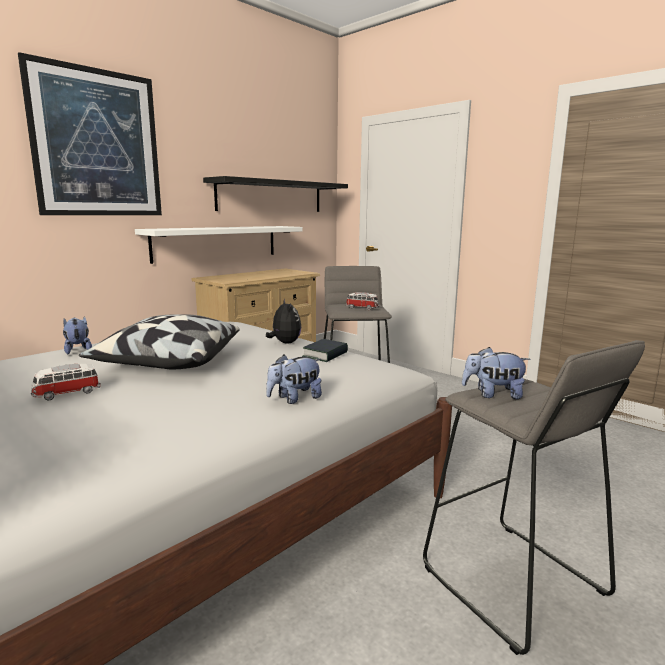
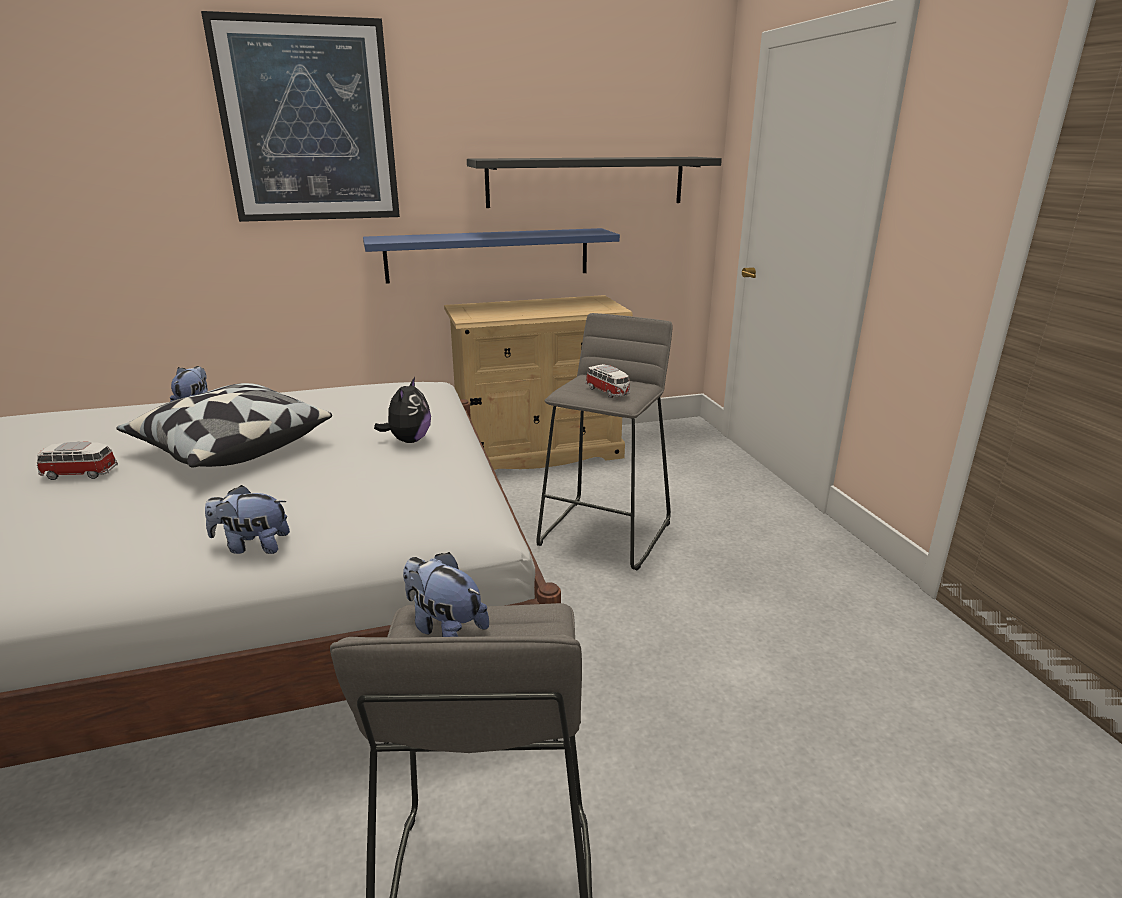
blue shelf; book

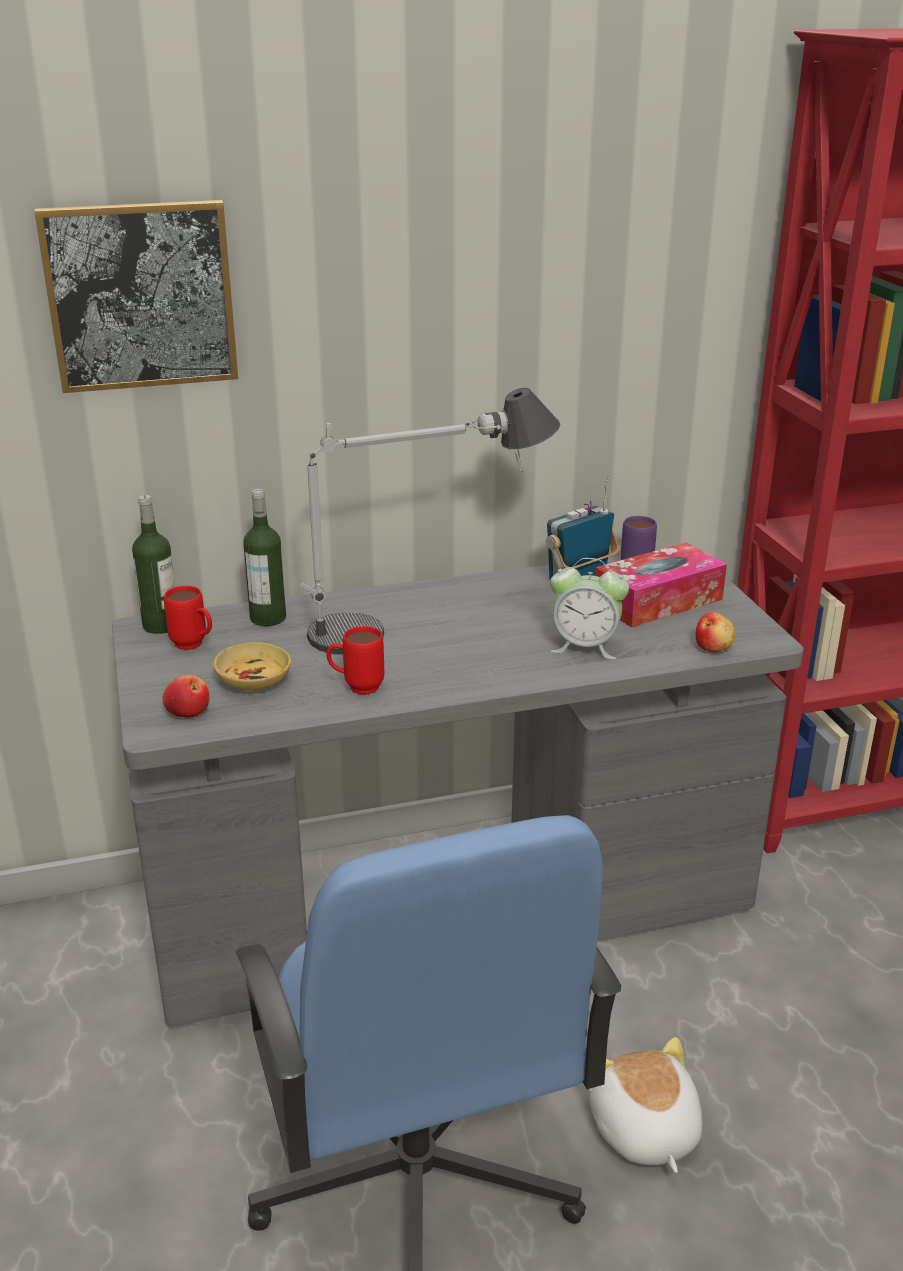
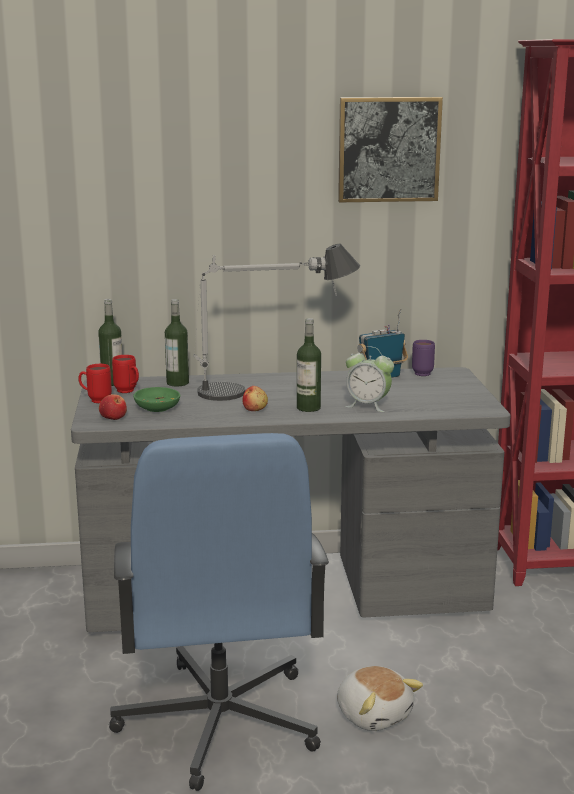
picture; green bowl; red mug (no. 1 from left); plush toy; tissue box; apple (no. 2 from left); bottle (no. 3 from left)

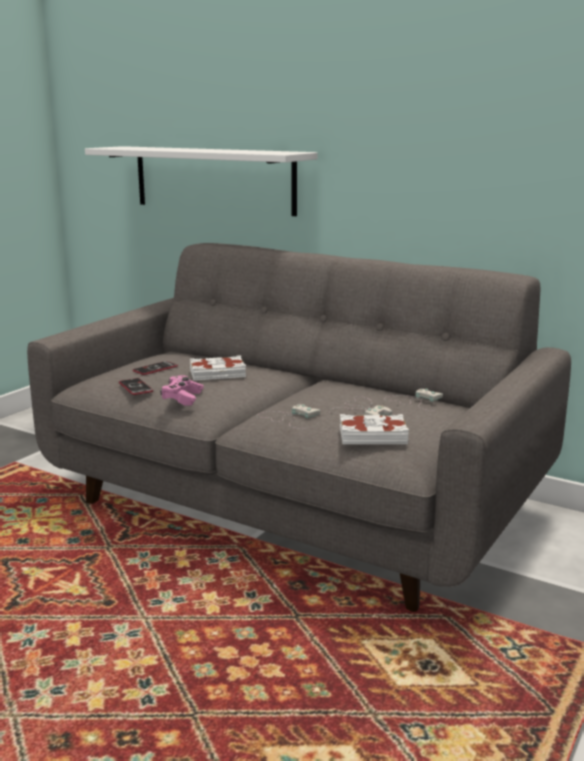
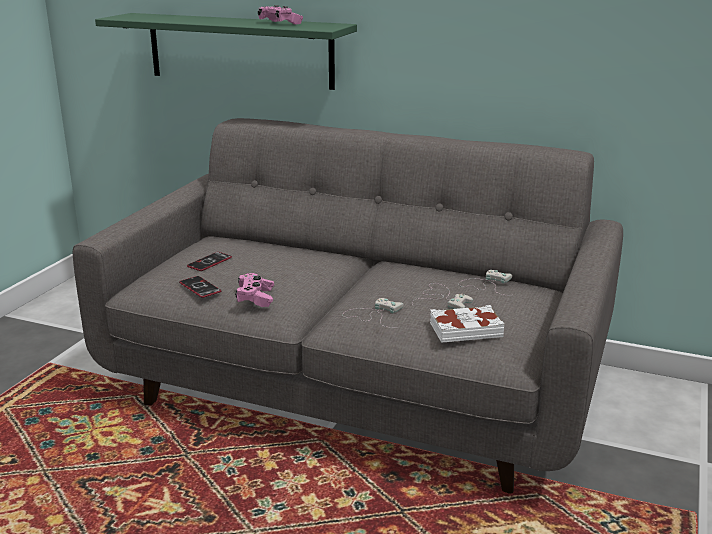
green shelf; white book (no. 1 from left in the first image); pink game controller (no. 2 from left)

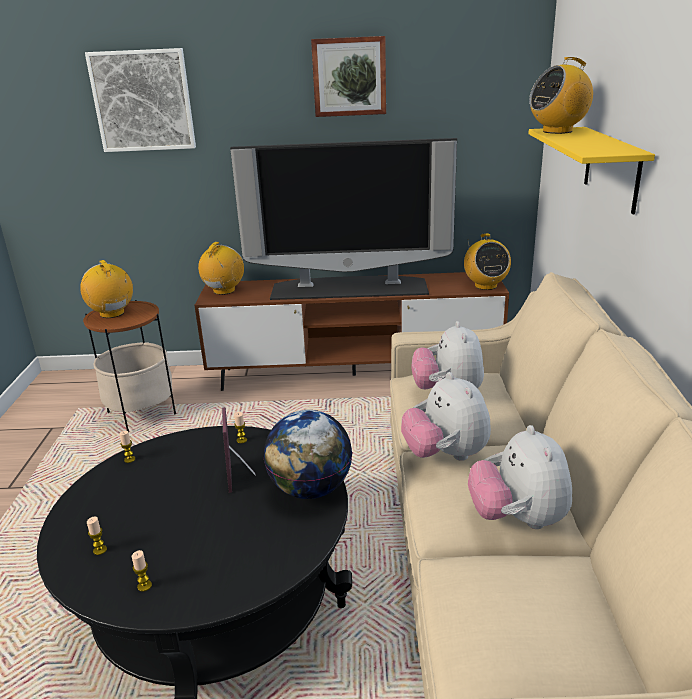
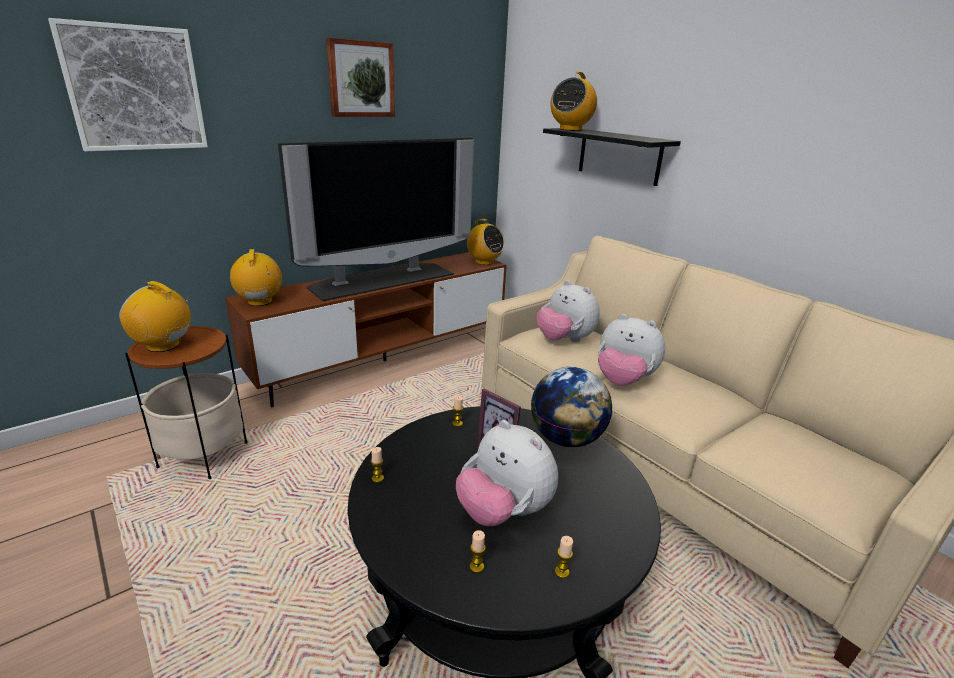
plush toy (no. 1 from left); black shelf

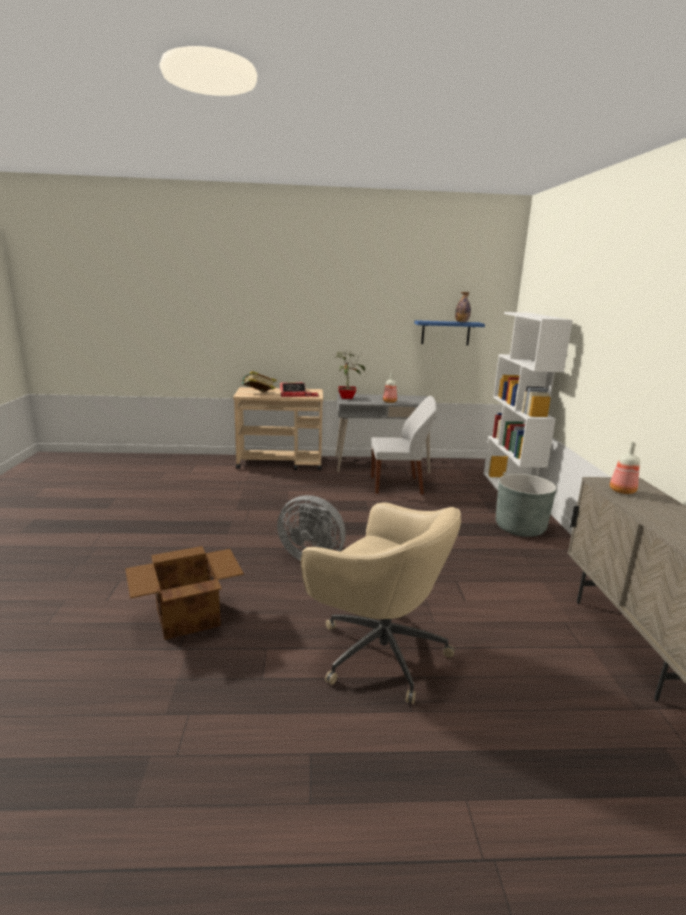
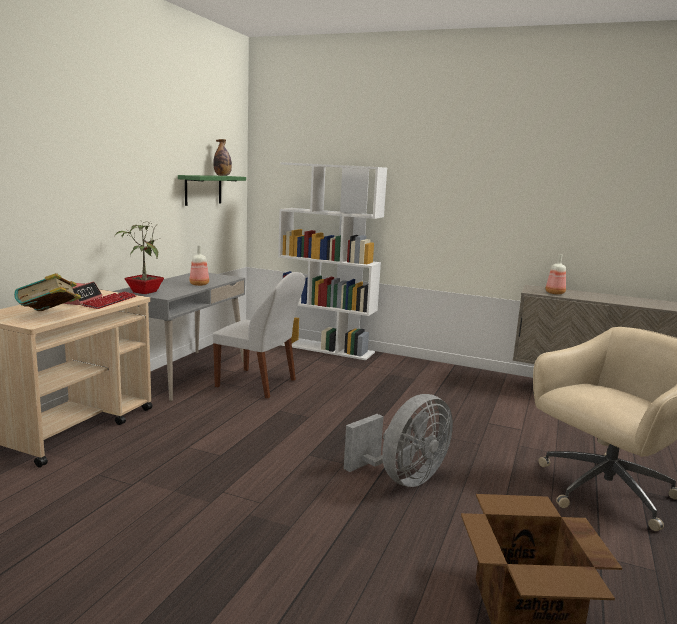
white chair; green shelf; grey planter

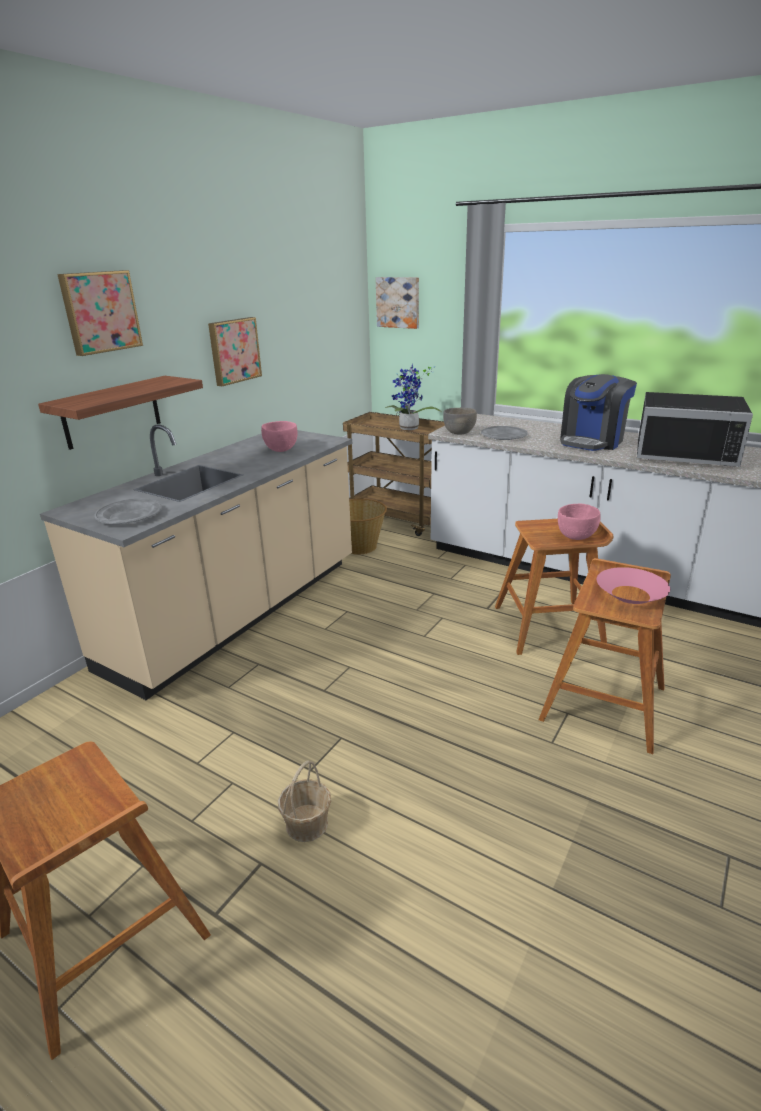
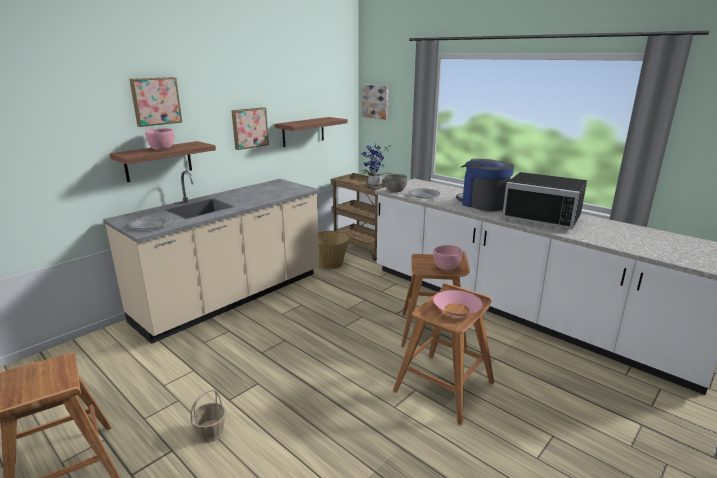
pink bowl (no. 1 from left); coffee machine; shelf (no. 2 from left)

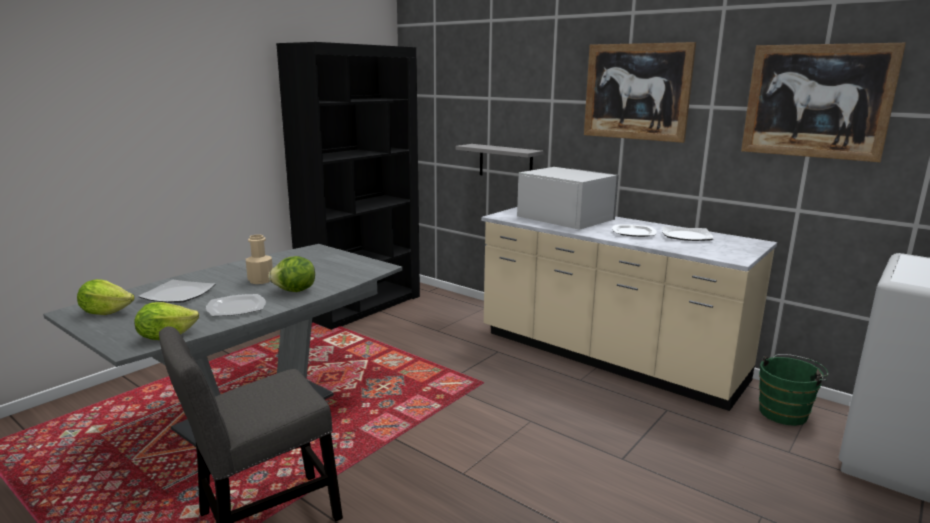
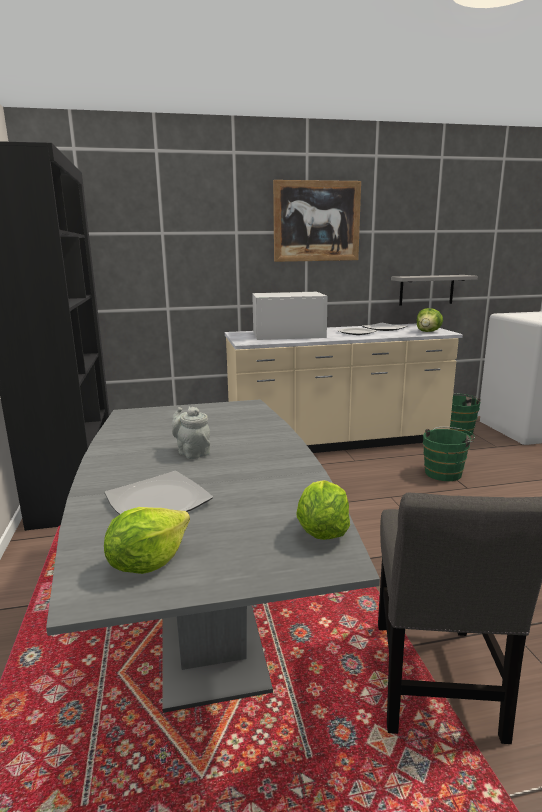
plate (no. 2 from left in the first image); grey teapot; lettuce (no. 3 from left); grey shelf; picture (no. 2 from left in the first image); green bucket (no. 1 from left)

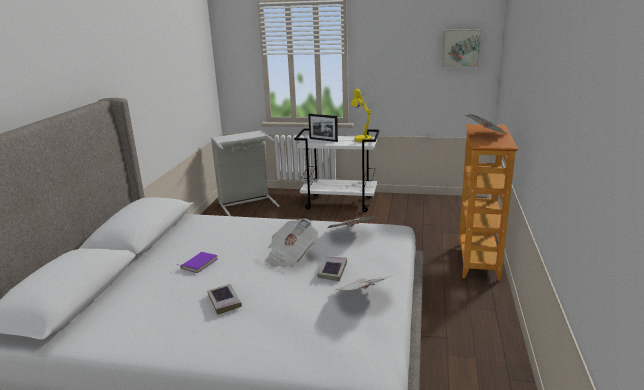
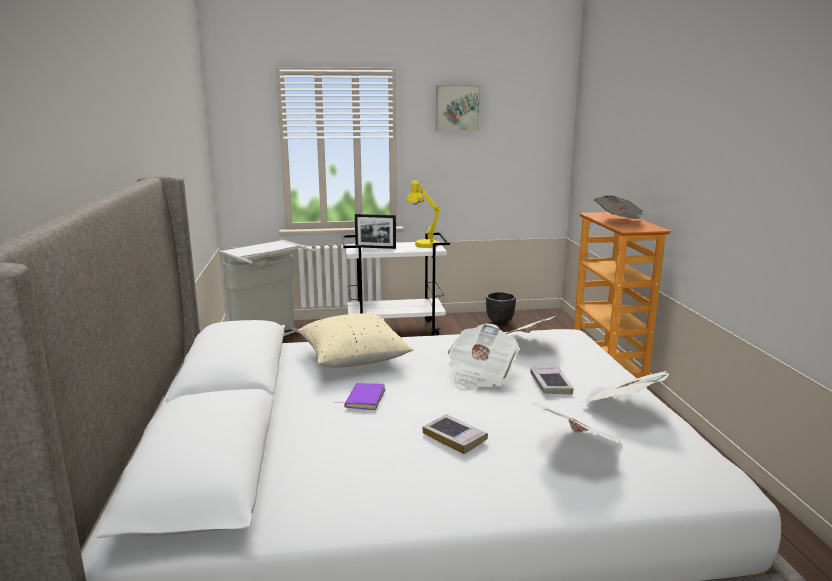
picture; beige pillow; black planter; newspaper (no. 3 from left)

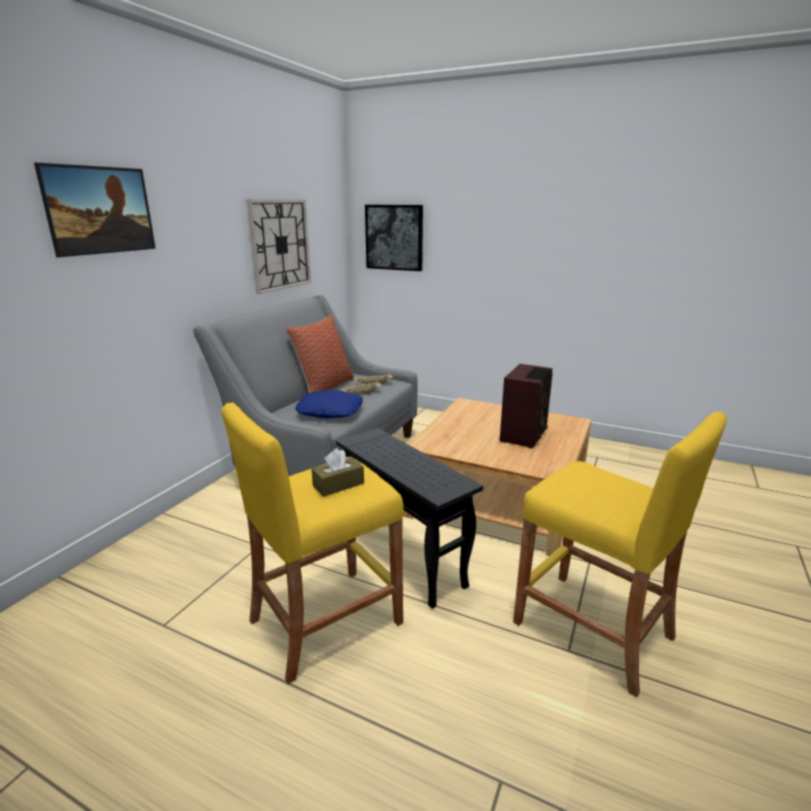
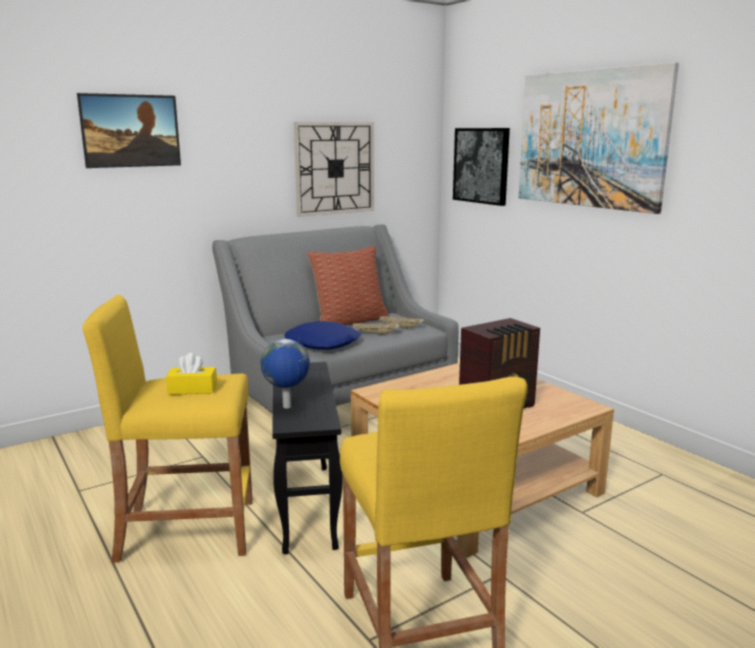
yellow tissue box; globe; picture (no. 3 from left)

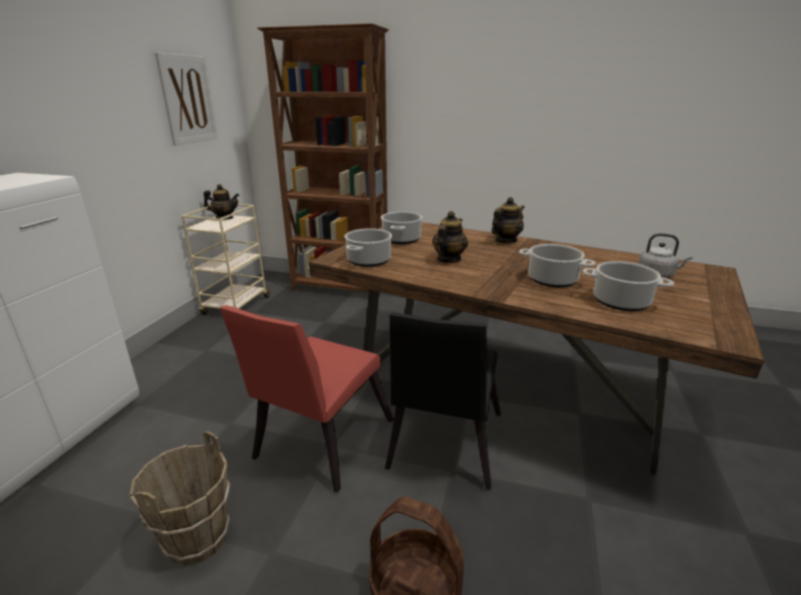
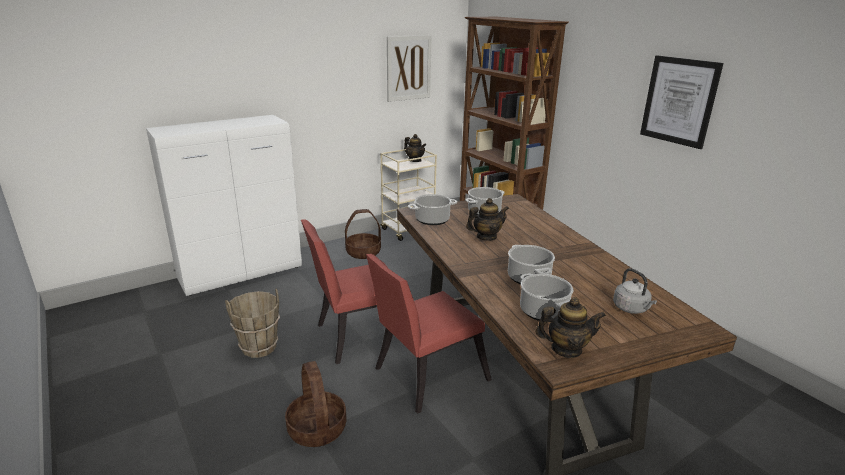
red chair (no. 2 from left); teapot (no. 3 from left); basket (no. 2 from left); picture (no. 2 from left)

